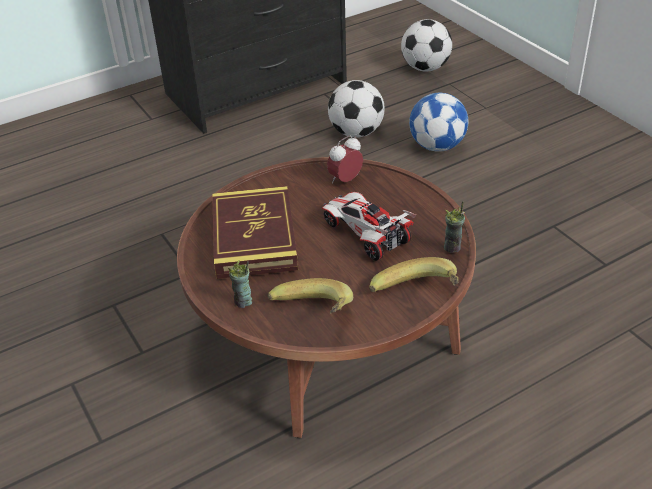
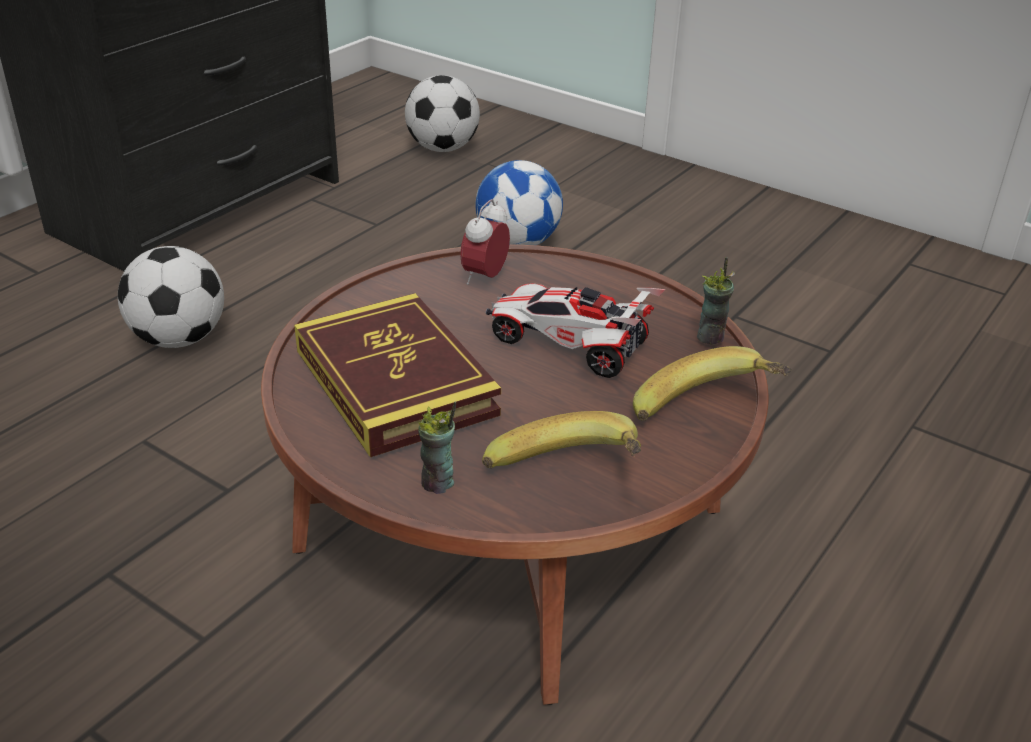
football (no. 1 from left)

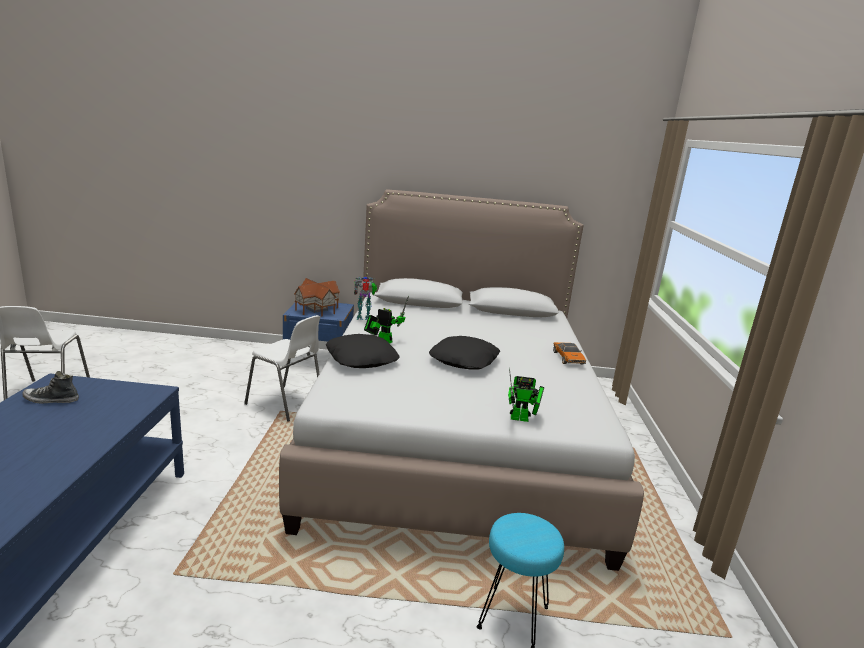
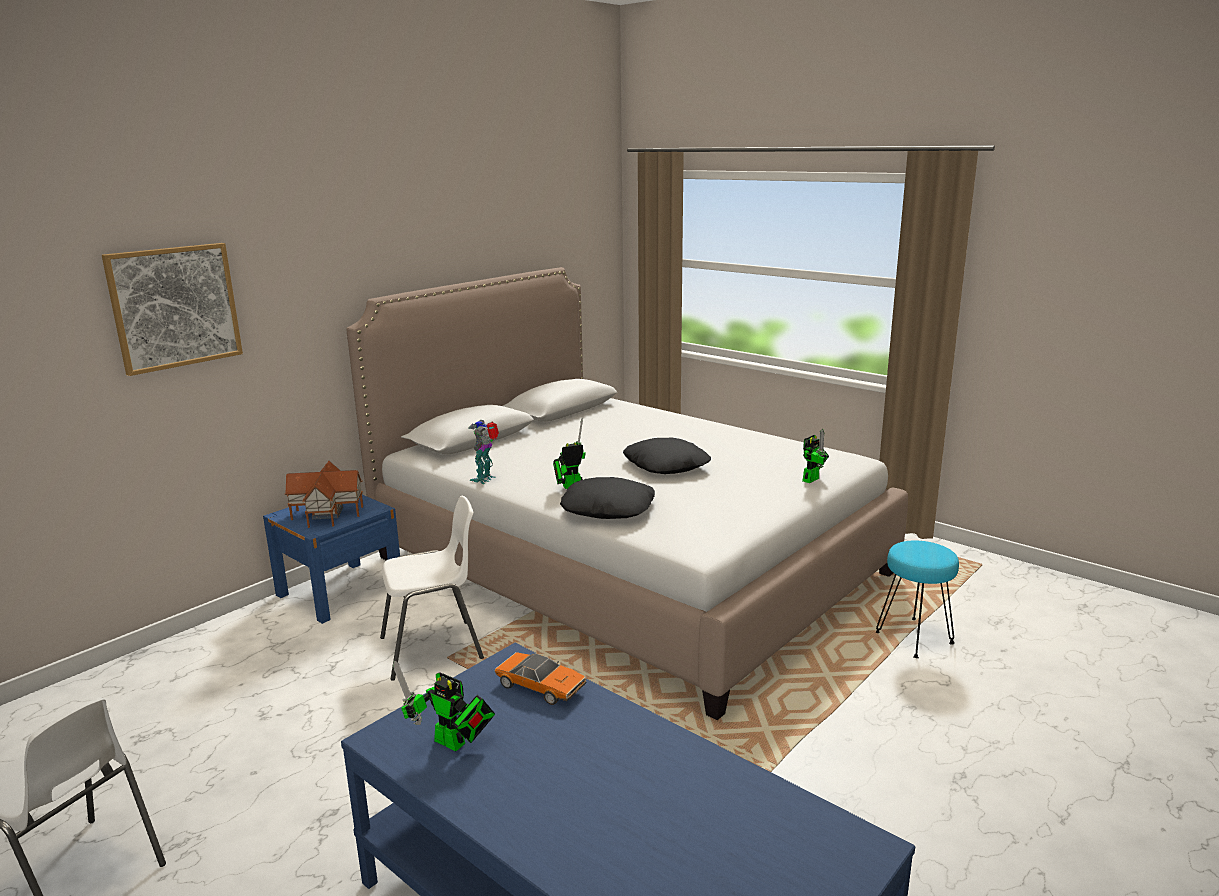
toy robot (no. 1 from left); toy car; picture

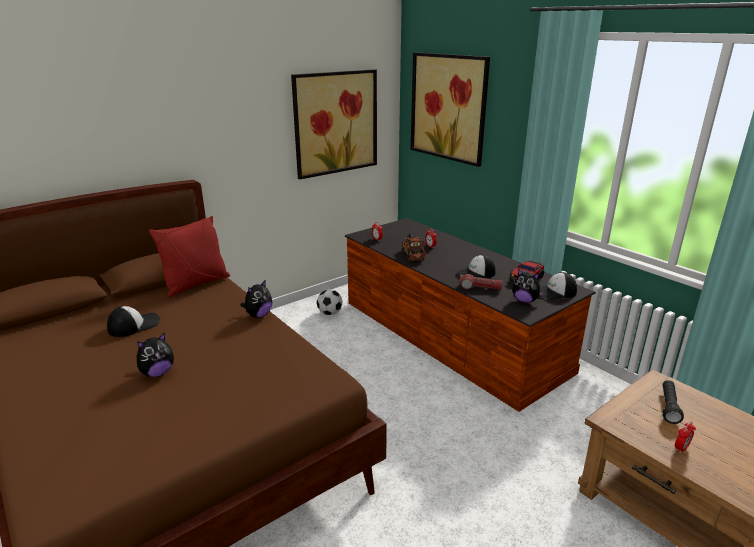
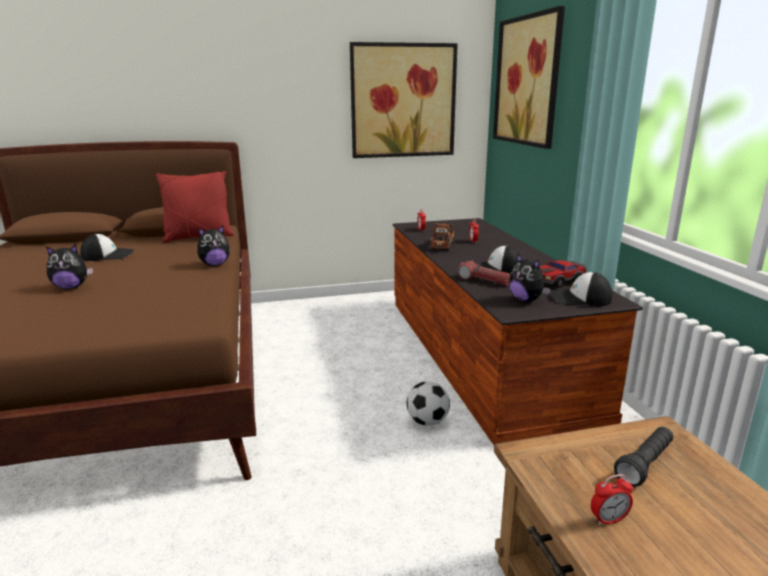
football

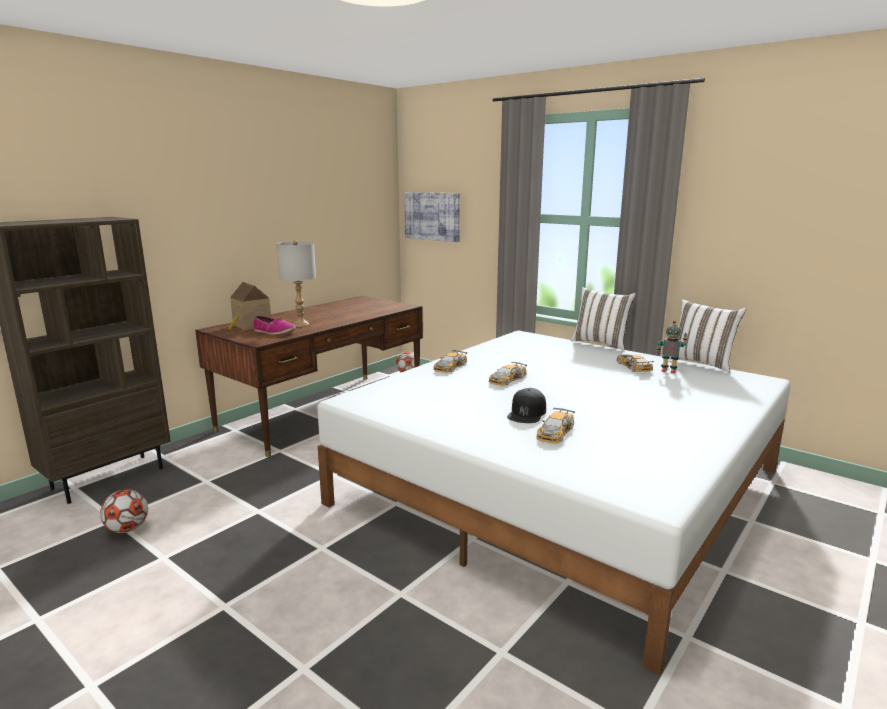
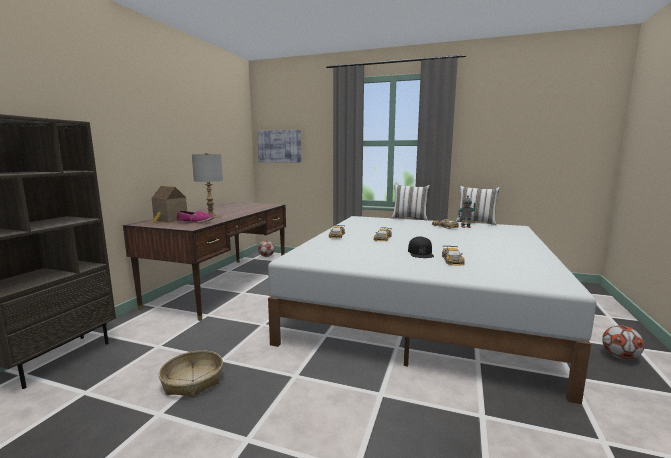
football (no. 2 from left); basket

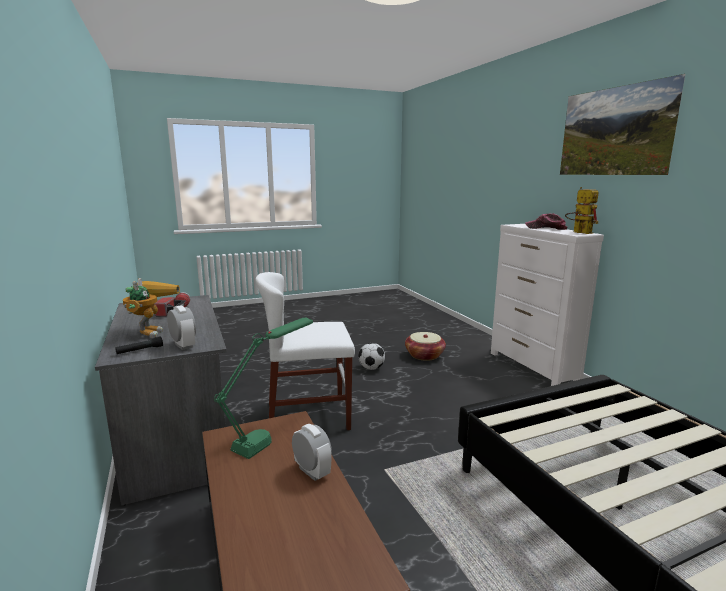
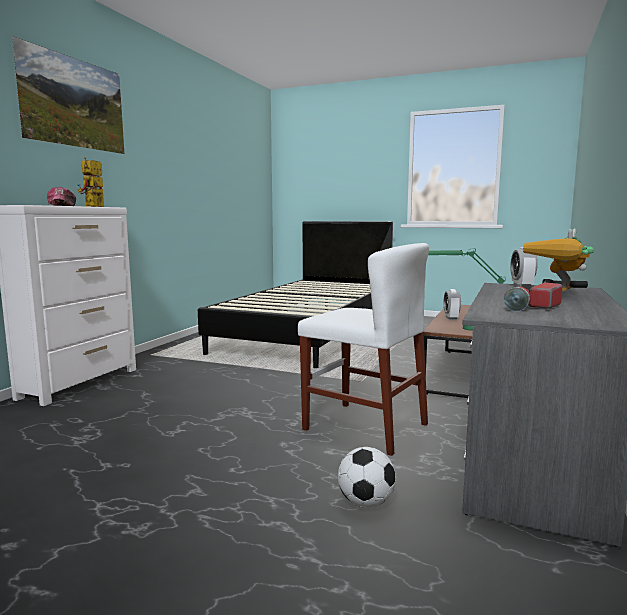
football; basket

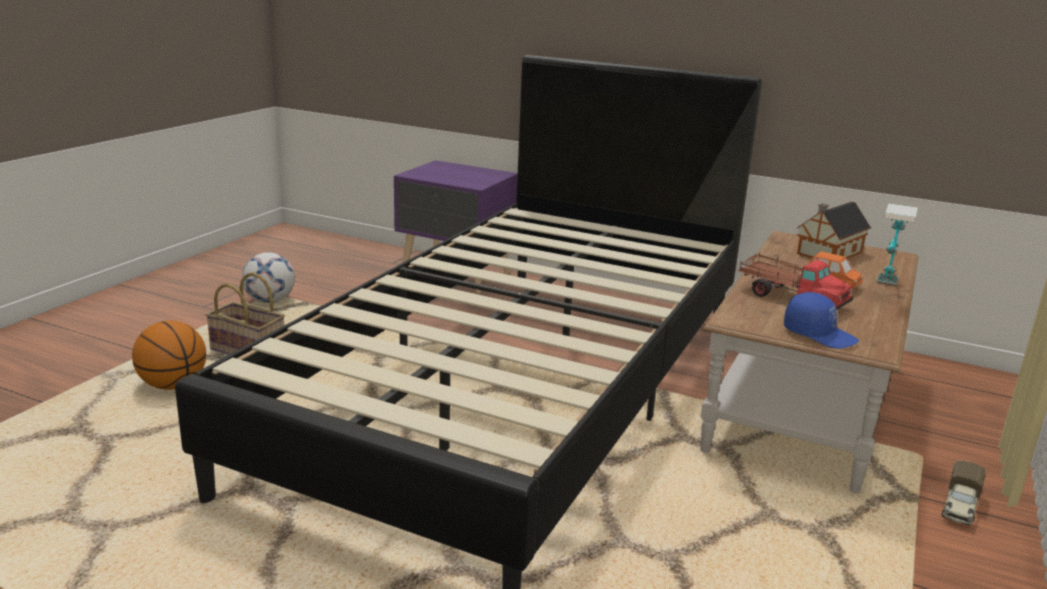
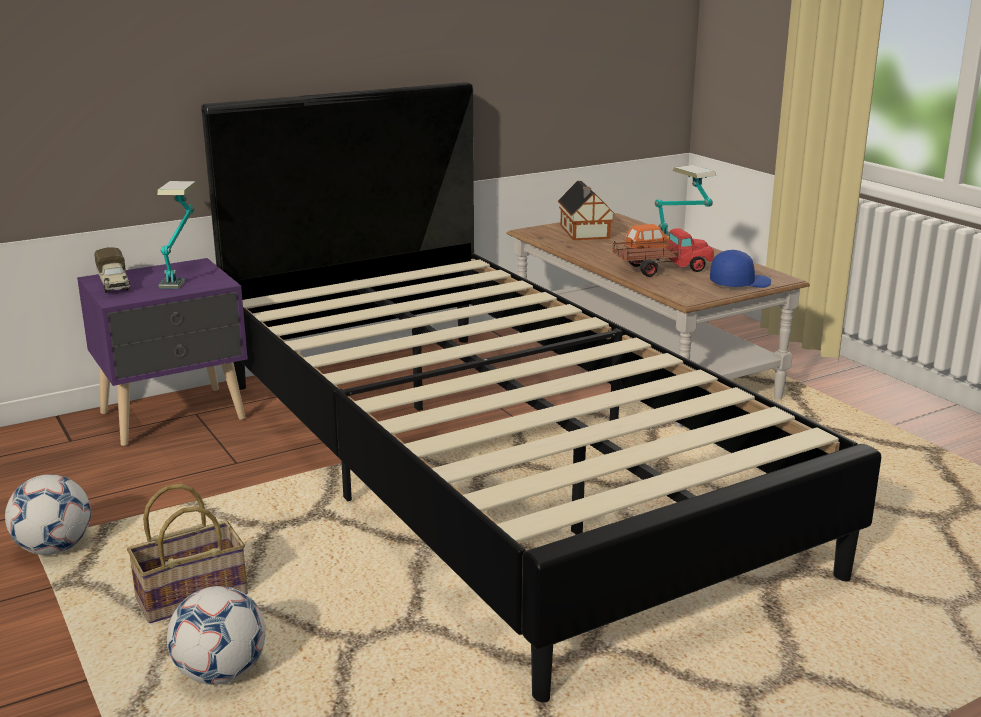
football (no. 2 from left); toy truck (no. 1 from left); table lamp (no. 1 from left)

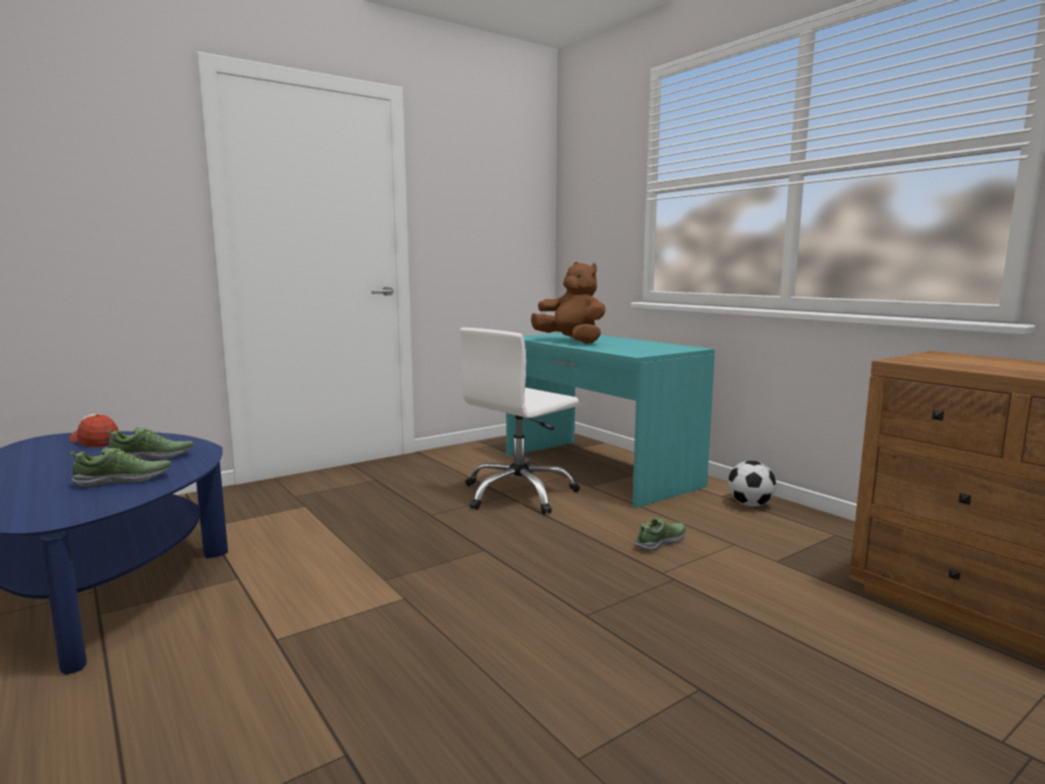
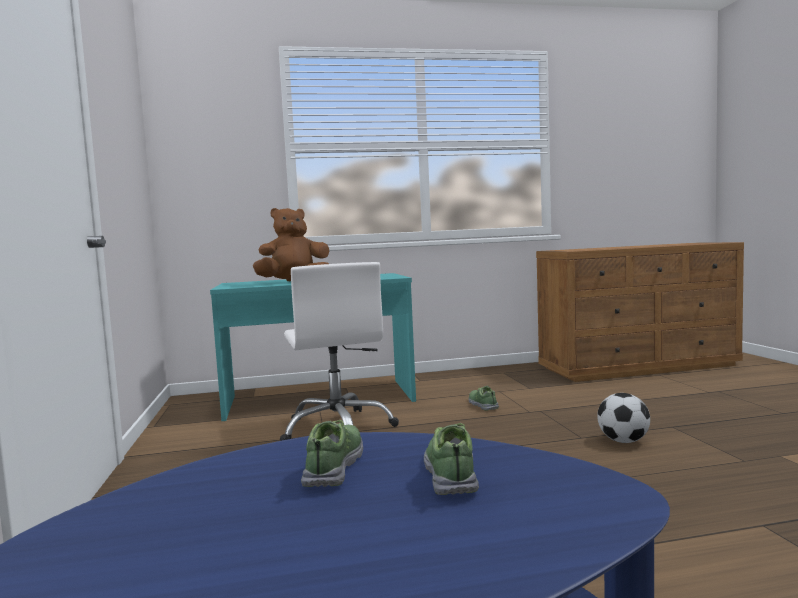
cap; football

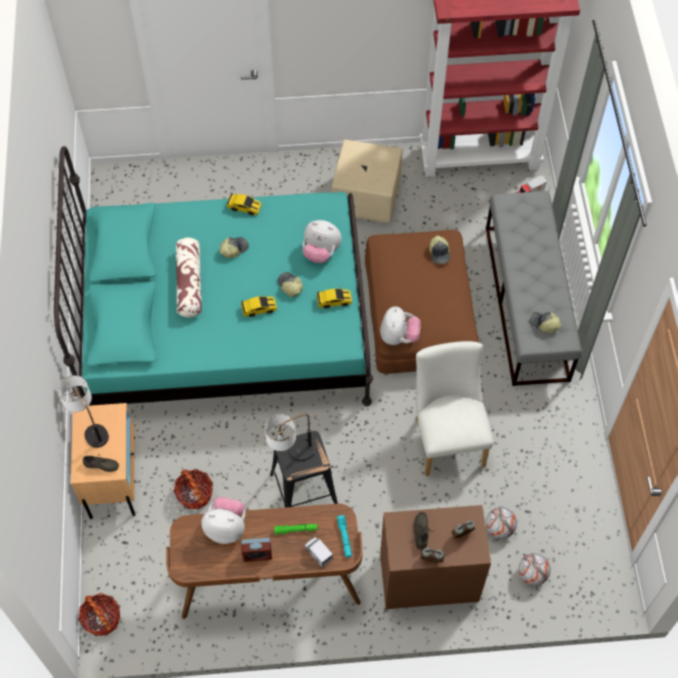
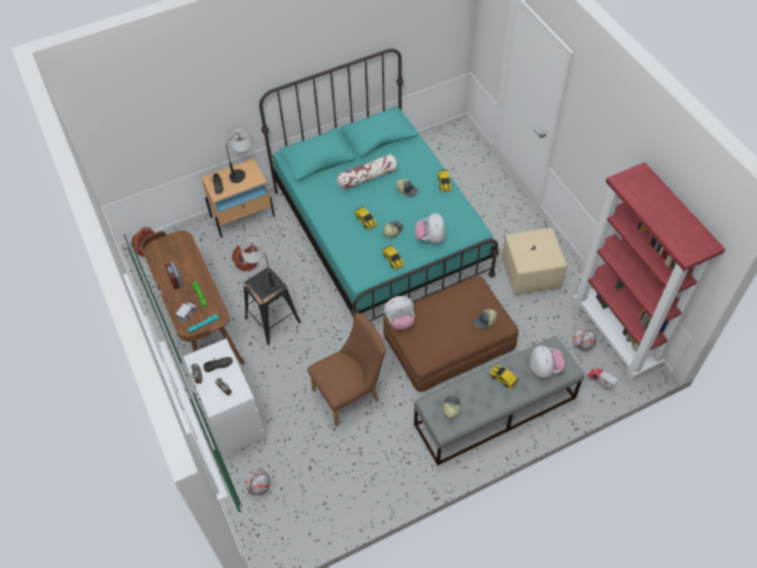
plush toy (no. 3 from left); white dresser; brown chair; football (no. 2 from left); toy car (no. 4 from left)

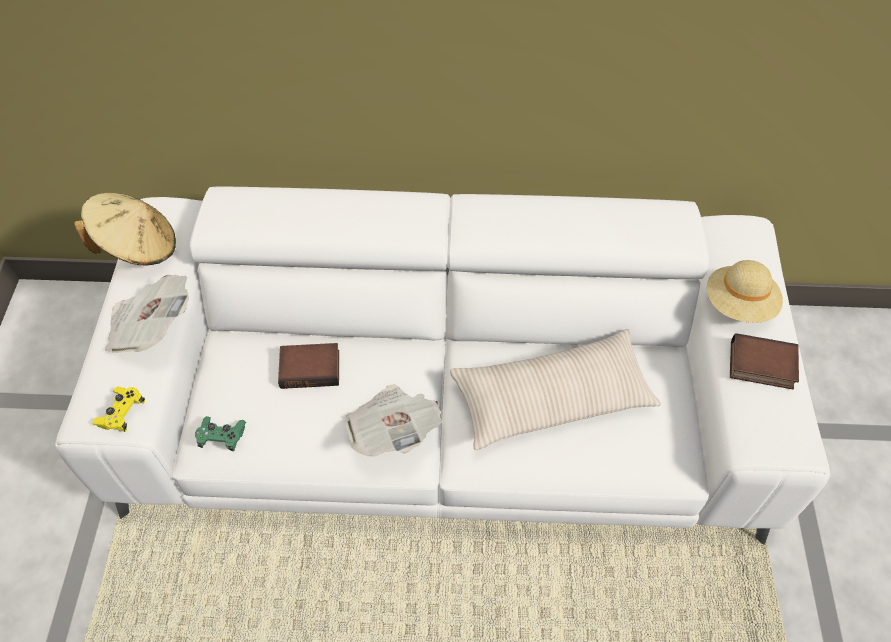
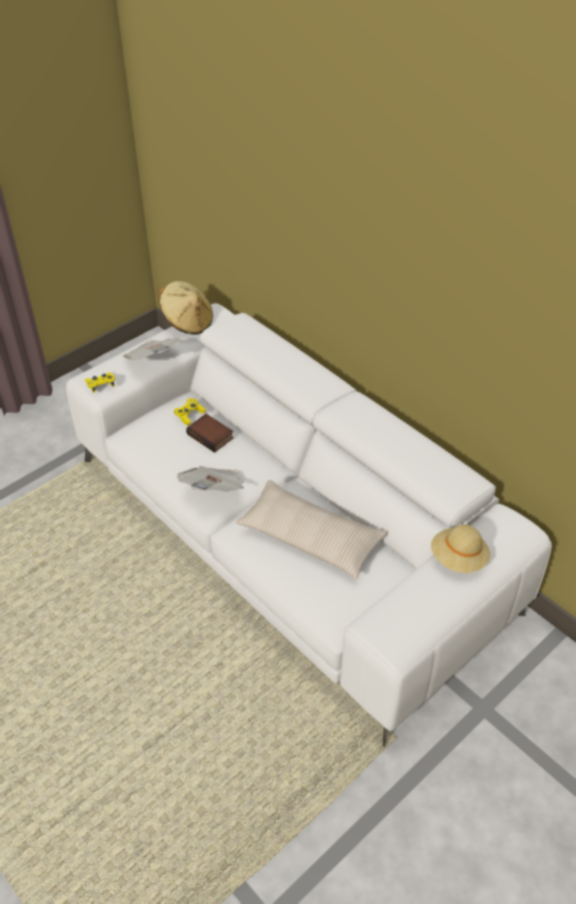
green game controller; book (no. 2 from left in the first image); yellow game controller (no. 2 from left)

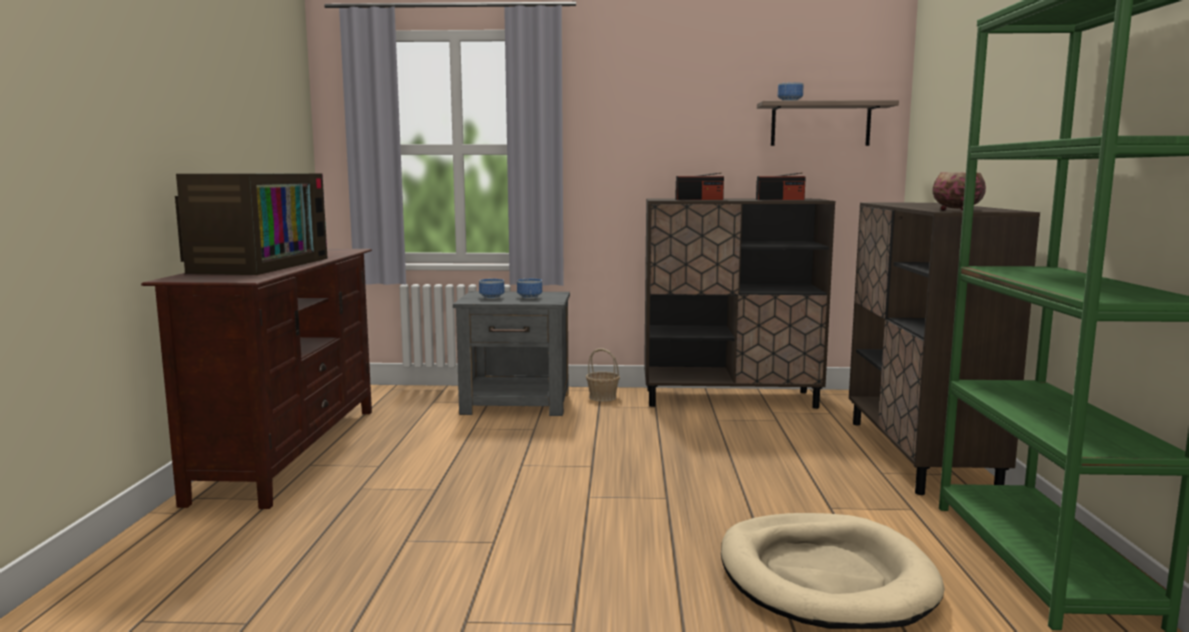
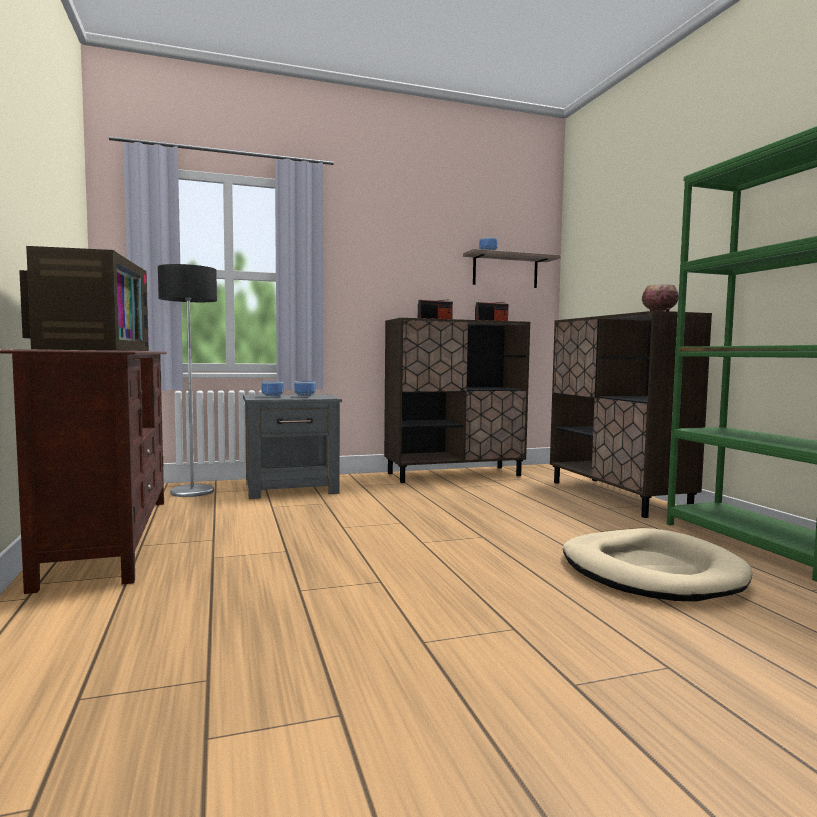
basket; floor lamp

